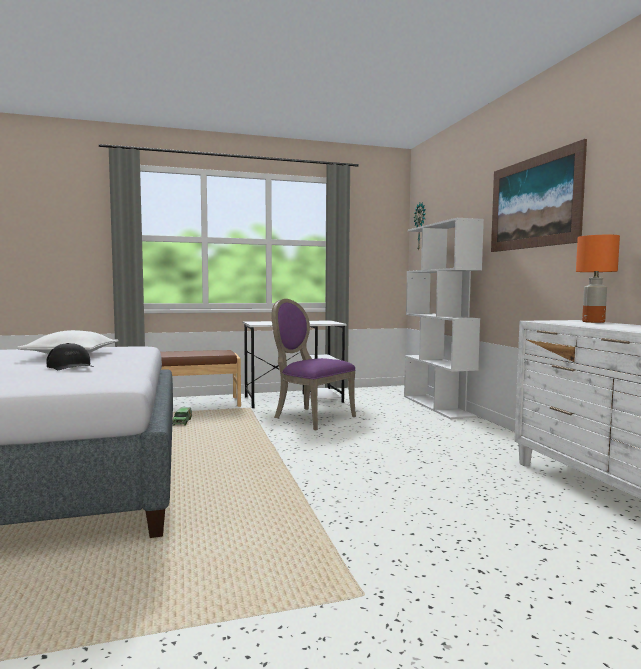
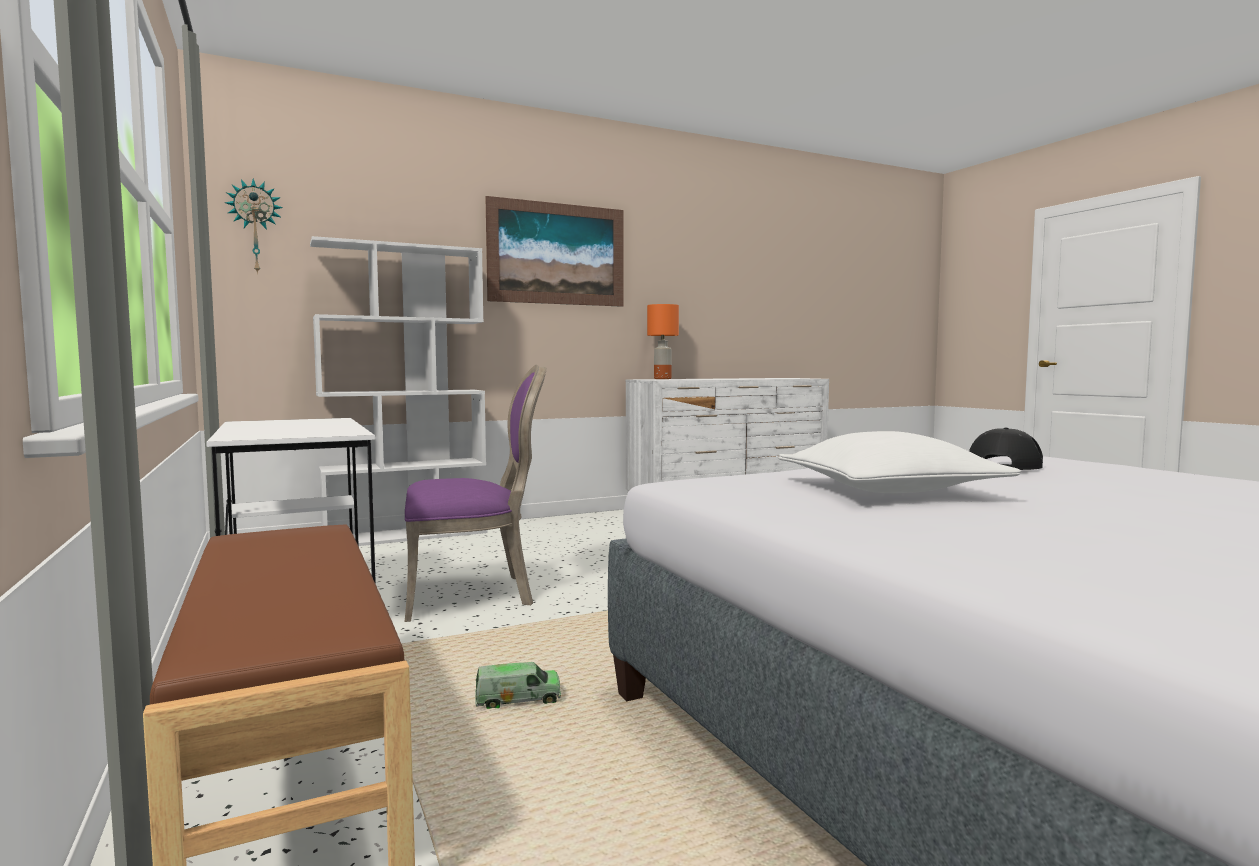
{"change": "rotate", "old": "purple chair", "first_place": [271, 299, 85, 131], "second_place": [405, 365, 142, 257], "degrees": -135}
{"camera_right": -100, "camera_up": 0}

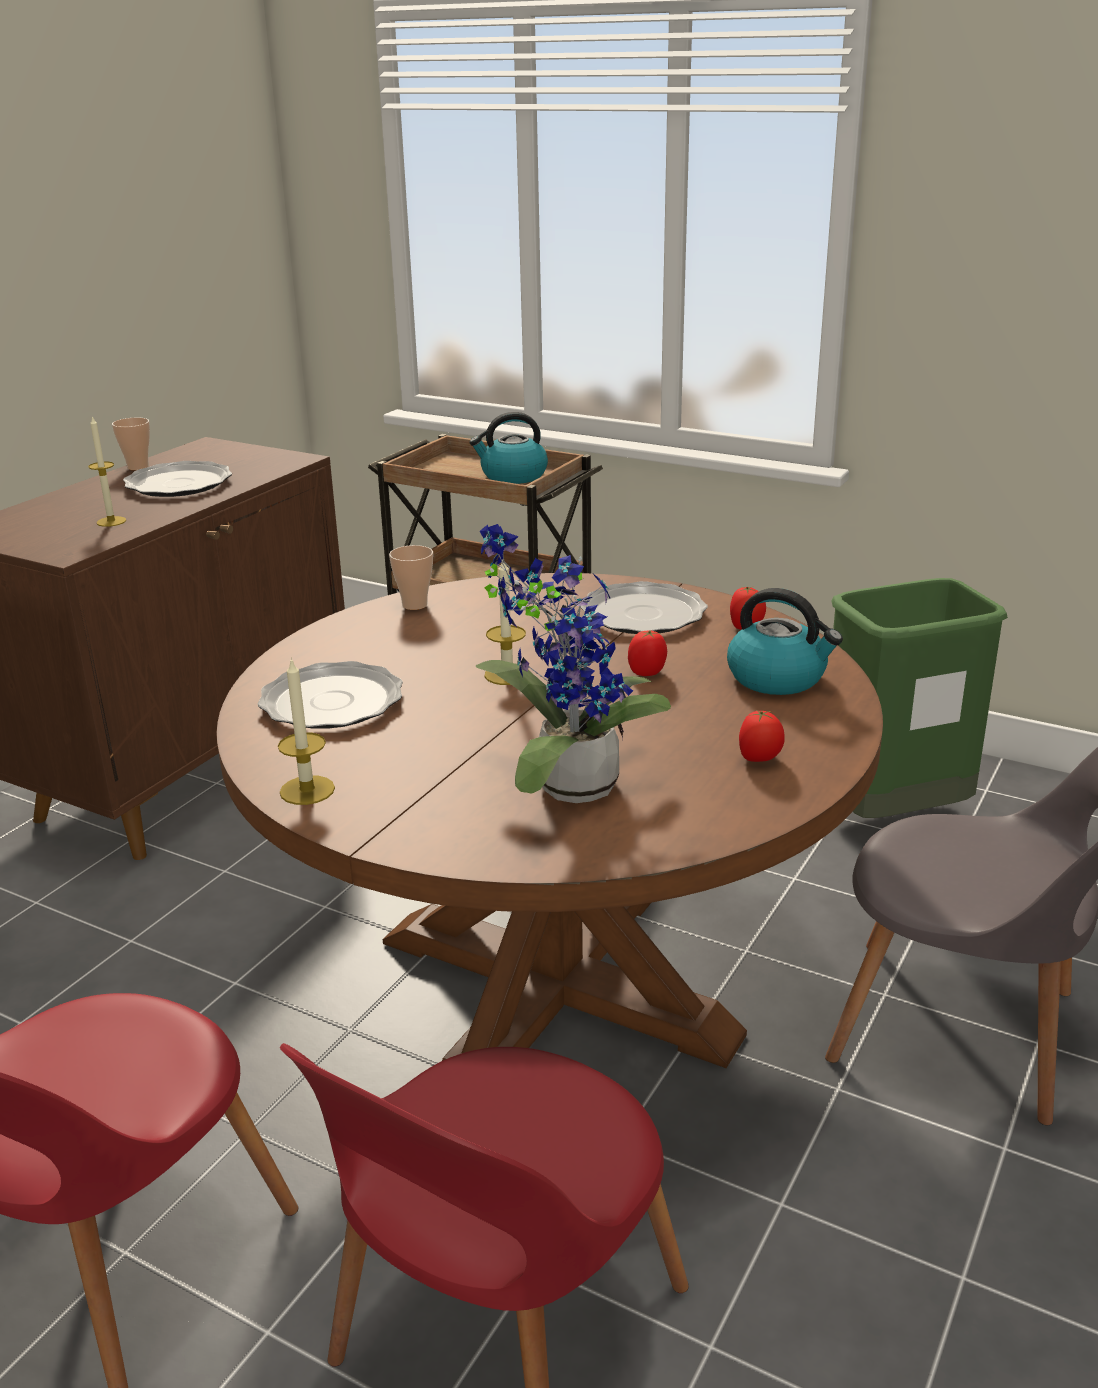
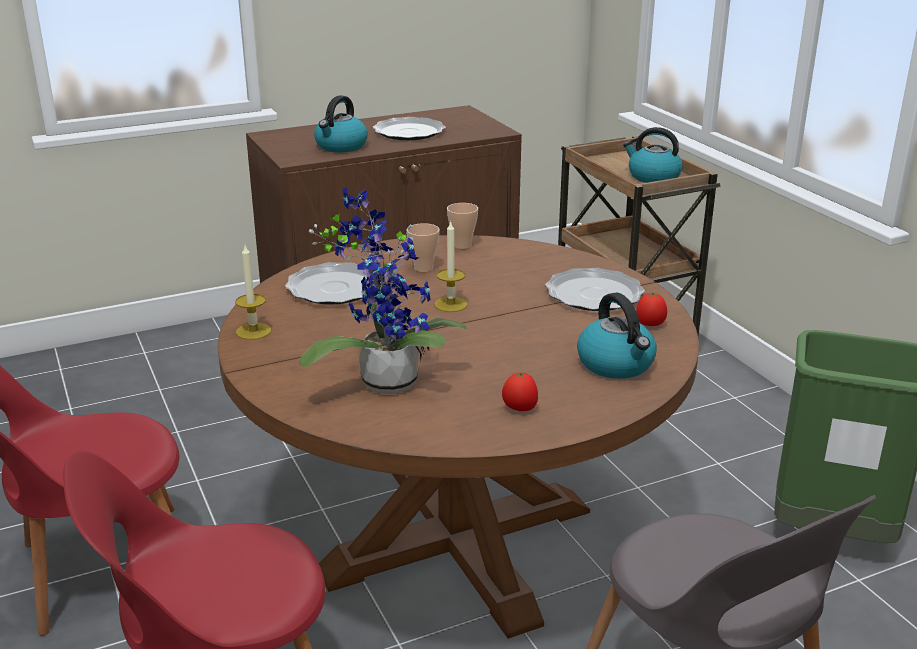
{"change": "replace", "old": "candle", "new": "kettle", "first_place": [88, 416, 38, 111], "second_place": [314, 95, 54, 58]}
{"change": "move", "old": "cup", "first_place": [112, 418, 38, 52], "second_place": [407, 223, 33, 49]}
{"change": "delete", "old": "tomato", "first_place": [628, 630, 39, 46]}
{"camera_right": 35, "camera_up": 0}

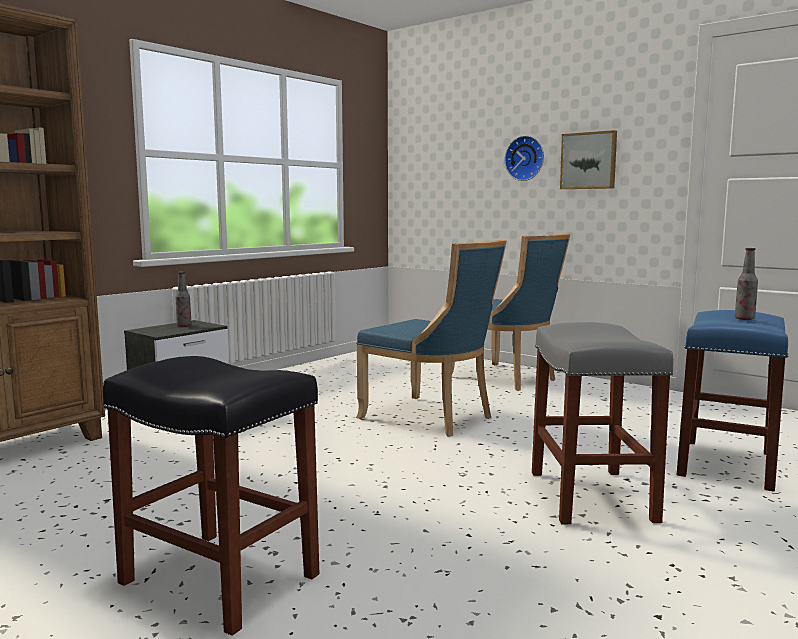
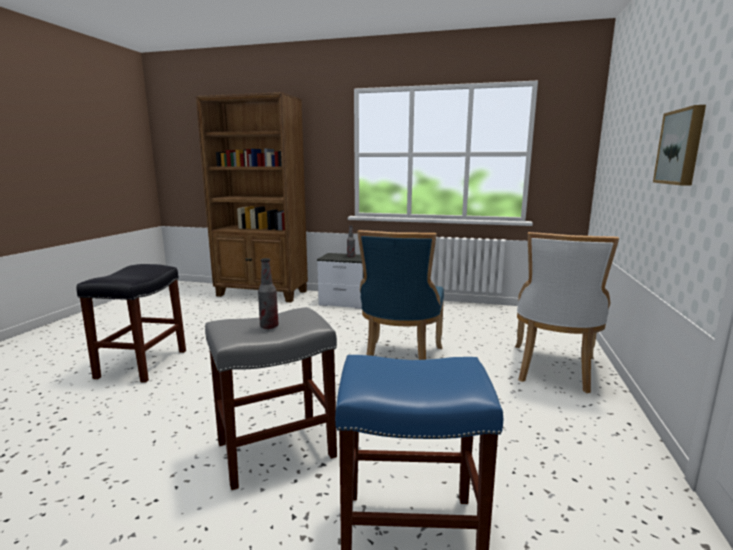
{"change": "recolor", "old": "blue chair", "new": "white chair", "first_place": [452, 234, 118, 157], "second_place": [515, 232, 104, 161]}
{"change": "delete", "old": "wall clock", "first_place": [505, 135, 39, 46]}
{"change": "move", "old": "bottle", "first_place": [735, 248, 23, 72], "second_place": [258, 258, 20, 71]}
{"camera_right": 65, "camera_up": 5}

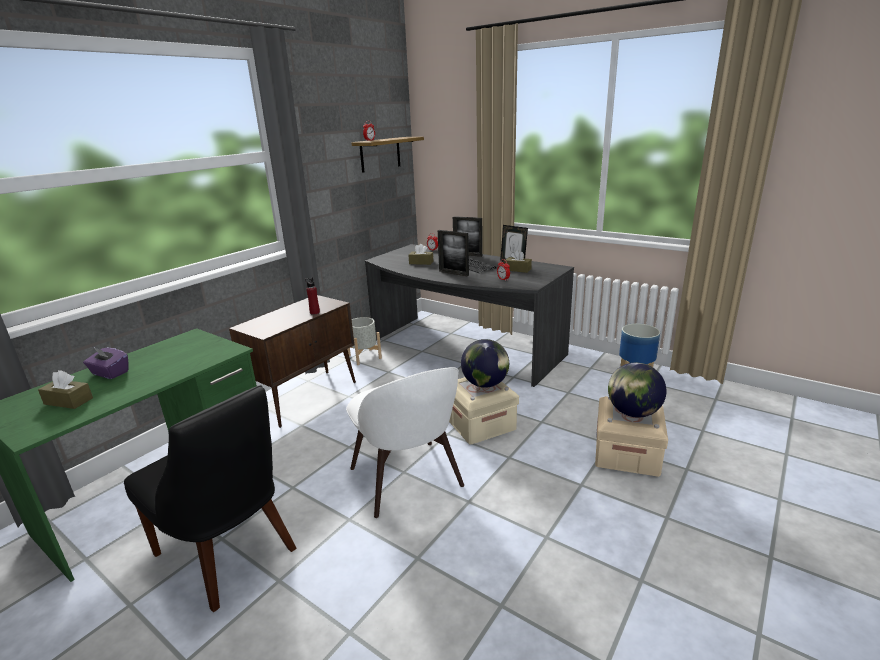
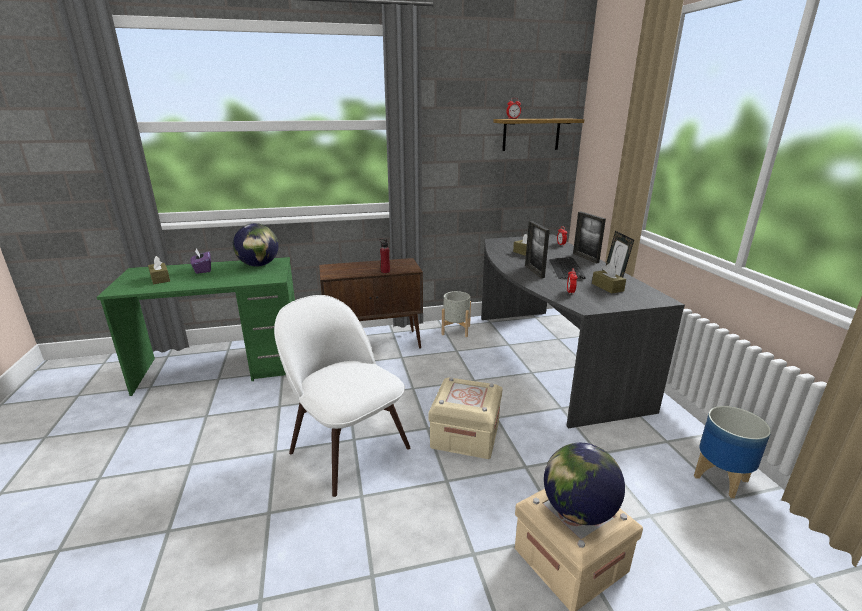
{"change": "delete", "old": "black chair", "first_place": [124, 385, 172, 227]}
{"change": "rotate", "old": "white chair", "first_place": [346, 367, 118, 151], "second_place": [274, 295, 137, 202], "degrees": 120}
{"change": "move", "old": "globe", "first_place": [461, 339, 48, 49], "second_place": [233, 223, 46, 43]}
{"camera_right": 40, "camera_up": 0}

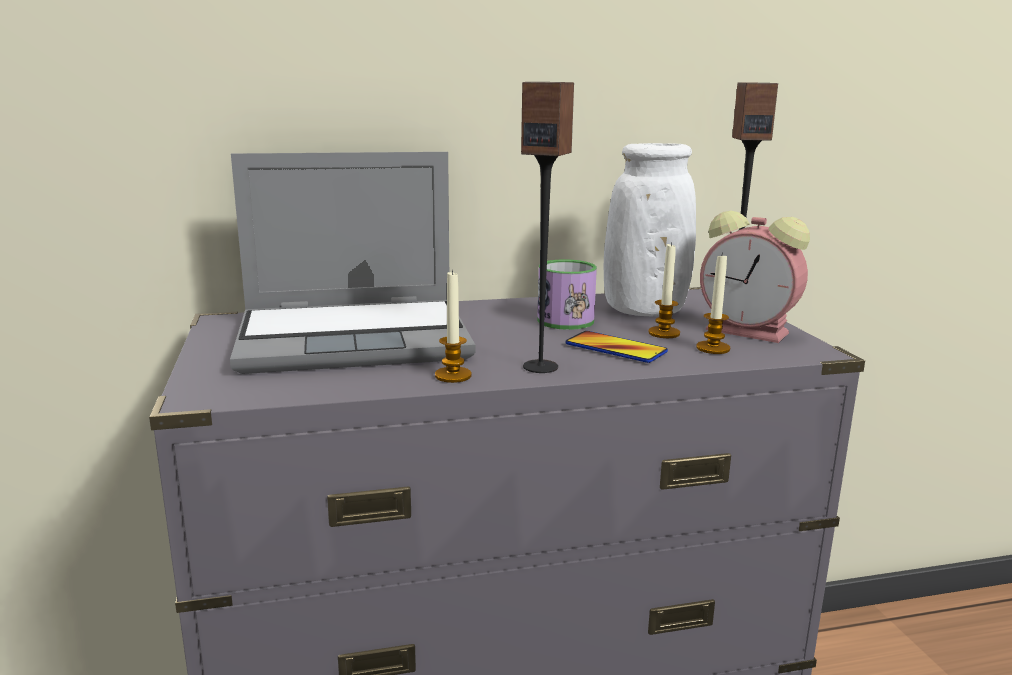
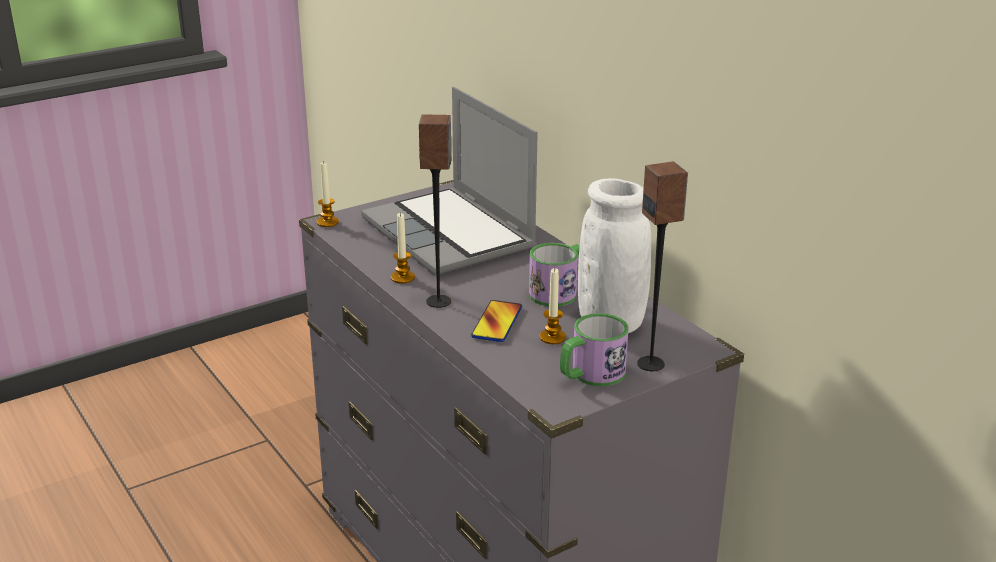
{"change": "move", "old": "candle", "first_place": [696, 252, 34, 102], "second_place": [317, 161, 22, 66]}
{"change": "replace", "old": "alarm clock", "new": "mug", "first_place": [700, 211, 110, 132], "second_place": [560, 313, 69, 73]}
{"camera_right": 70, "camera_up": 10}

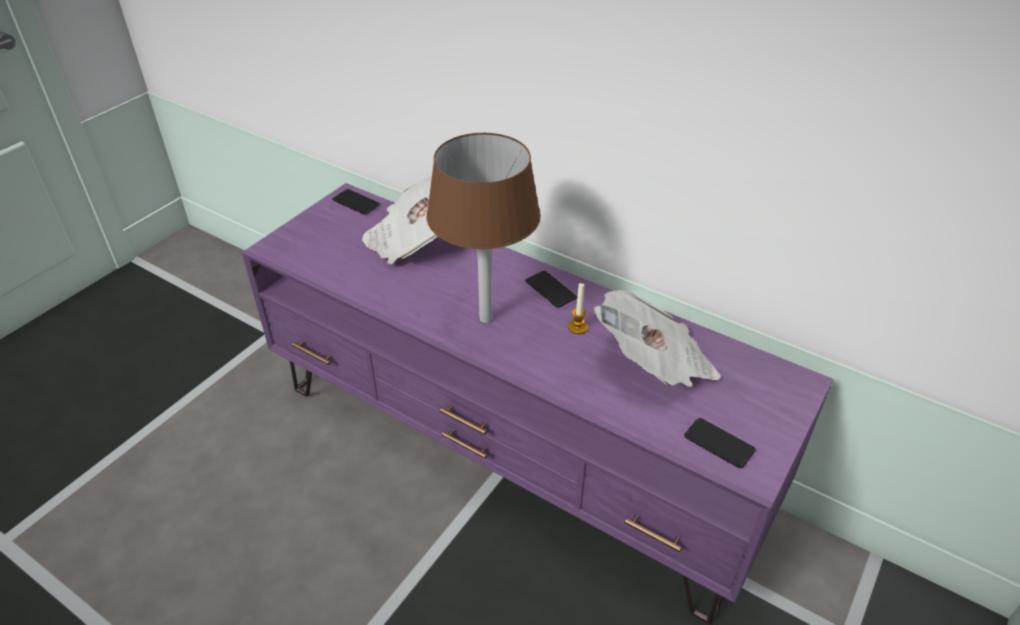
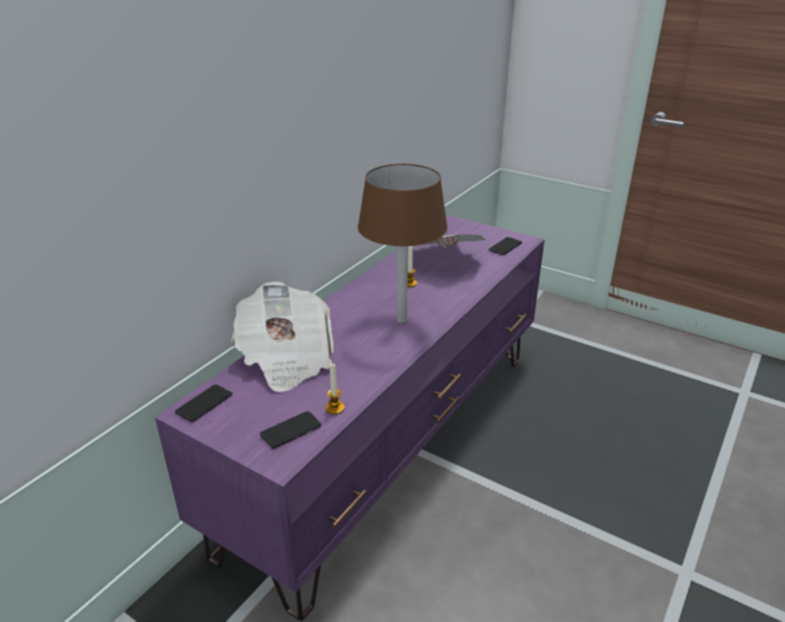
{"change": "move", "old": "phone", "first_place": [525, 271, 52, 37], "second_place": [260, 411, 61, 38]}
{"change": "insert", "new": "candle", "second_place": [326, 363, 19, 51]}
{"camera_right": -90, "camera_up": -10}

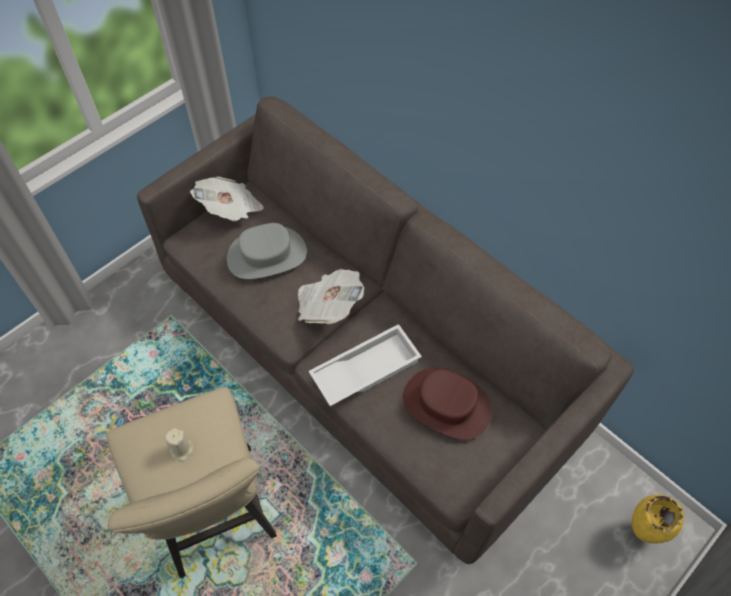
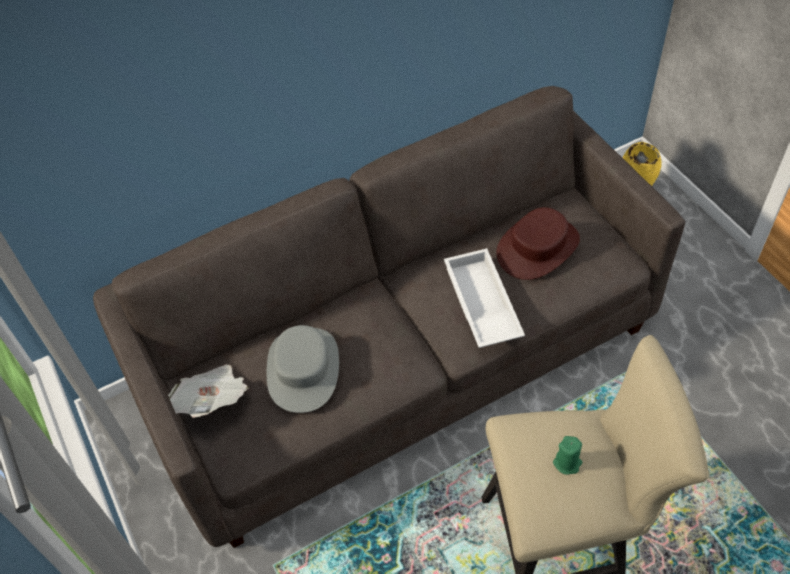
{"change": "recolor", "old": "beige candle", "new": "green candle", "first_place": [165, 428, 28, 34], "second_place": [553, 436, 29, 39]}
{"change": "delete", "old": "newspaper", "first_place": [298, 269, 66, 55]}
{"camera_right": -70, "camera_up": -5}

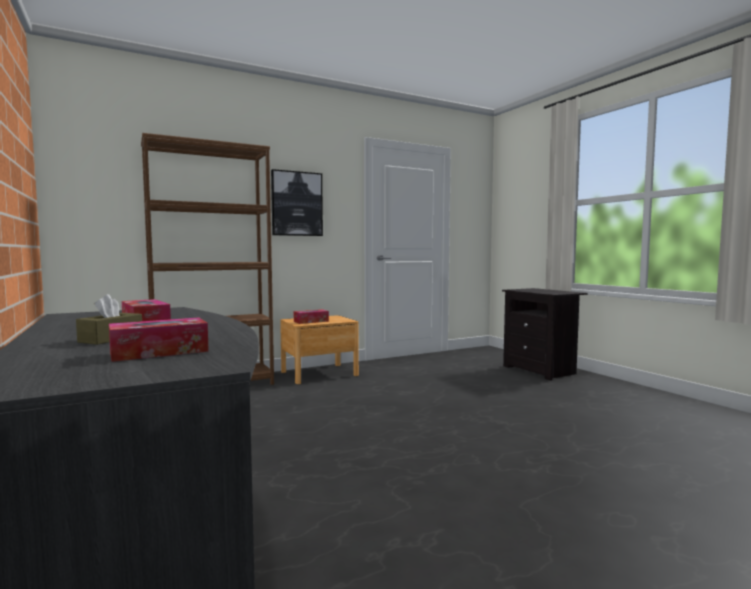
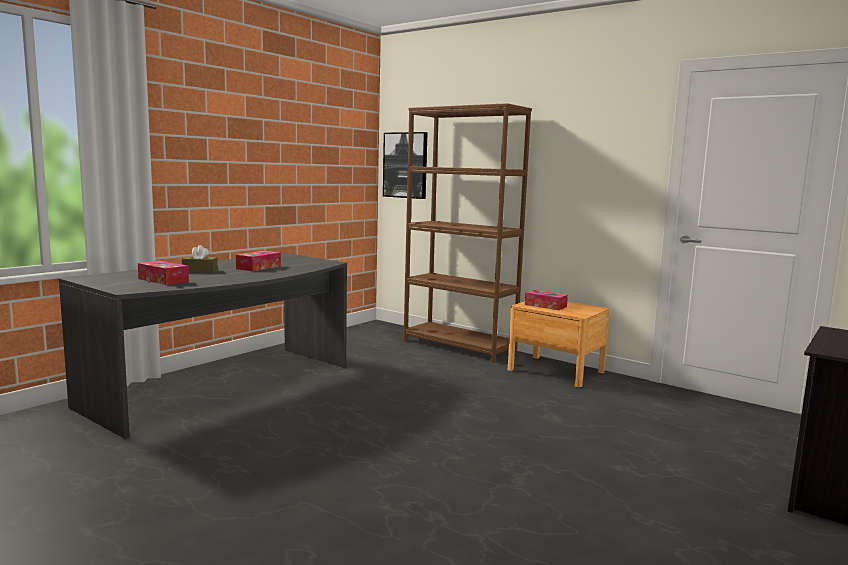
{"change": "move", "old": "picture", "first_place": [271, 169, 52, 67], "second_place": [383, 132, 45, 67]}
{"camera_right": 65, "camera_up": 5}

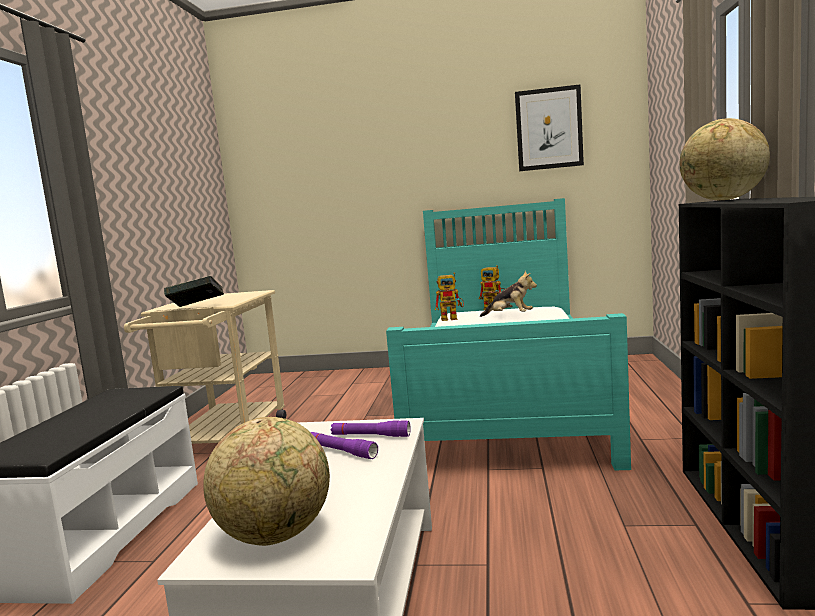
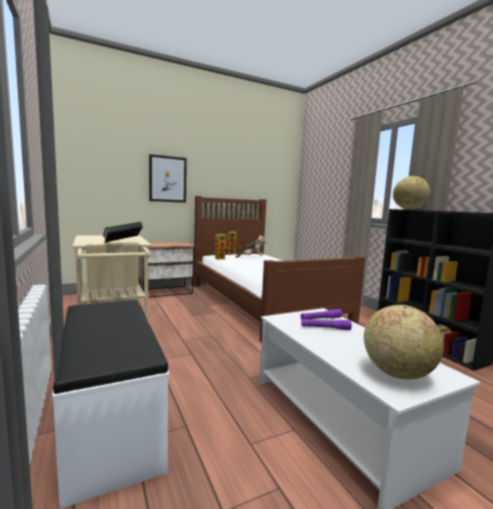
{"change": "recolor", "old": "turquoise bed", "new": "brown bed", "first_place": [386, 198, 245, 272], "second_place": [194, 196, 171, 146]}
{"change": "move", "old": "picture", "first_place": [515, 84, 69, 87], "second_place": [149, 154, 38, 49]}
{"change": "insert", "new": "nightstand", "second_place": [138, 241, 57, 57]}
{"camera_right": -35, "camera_up": 0}

